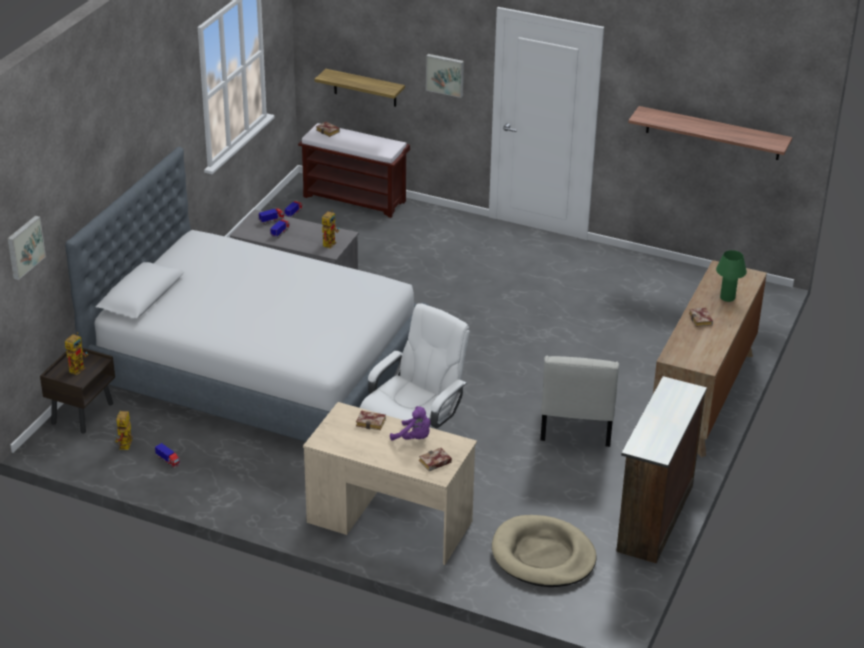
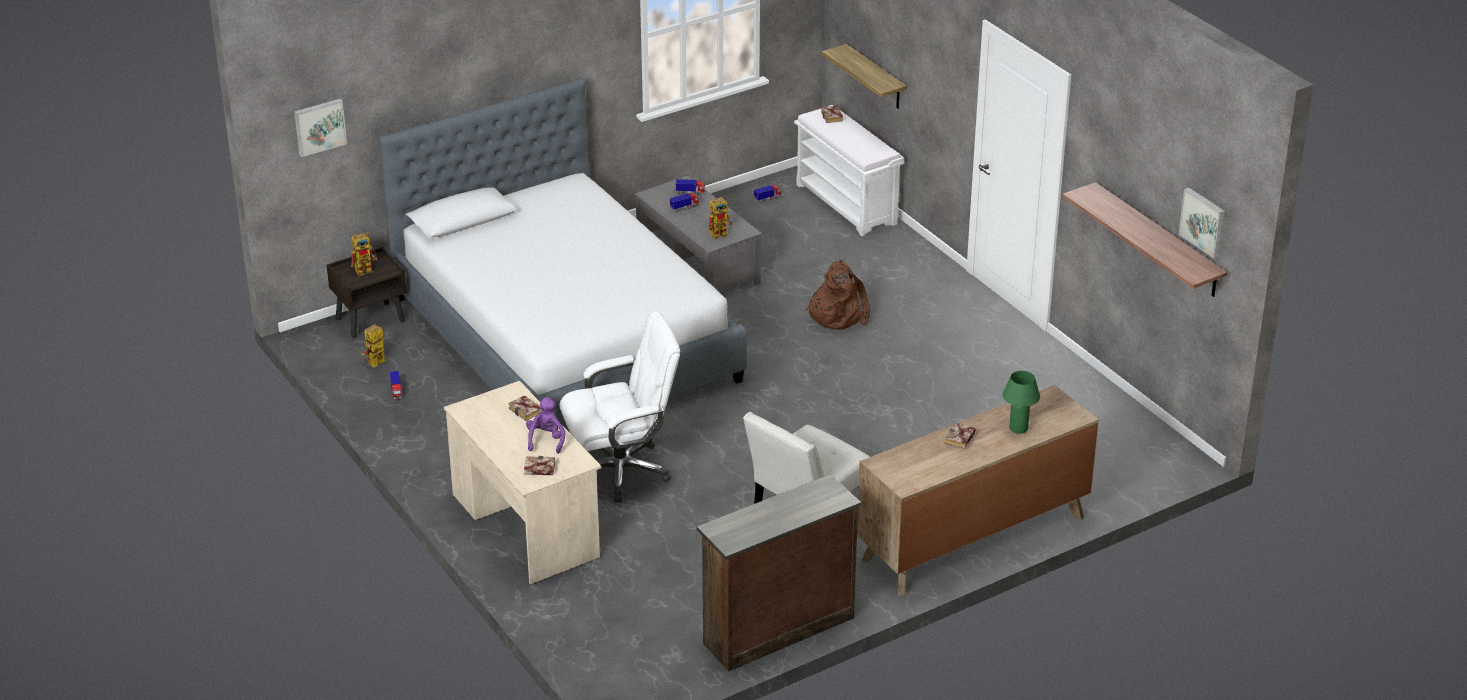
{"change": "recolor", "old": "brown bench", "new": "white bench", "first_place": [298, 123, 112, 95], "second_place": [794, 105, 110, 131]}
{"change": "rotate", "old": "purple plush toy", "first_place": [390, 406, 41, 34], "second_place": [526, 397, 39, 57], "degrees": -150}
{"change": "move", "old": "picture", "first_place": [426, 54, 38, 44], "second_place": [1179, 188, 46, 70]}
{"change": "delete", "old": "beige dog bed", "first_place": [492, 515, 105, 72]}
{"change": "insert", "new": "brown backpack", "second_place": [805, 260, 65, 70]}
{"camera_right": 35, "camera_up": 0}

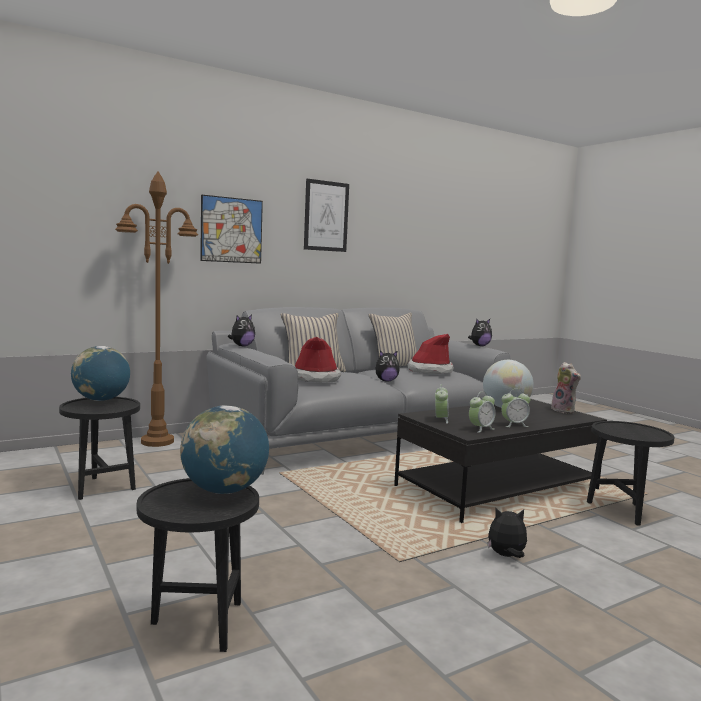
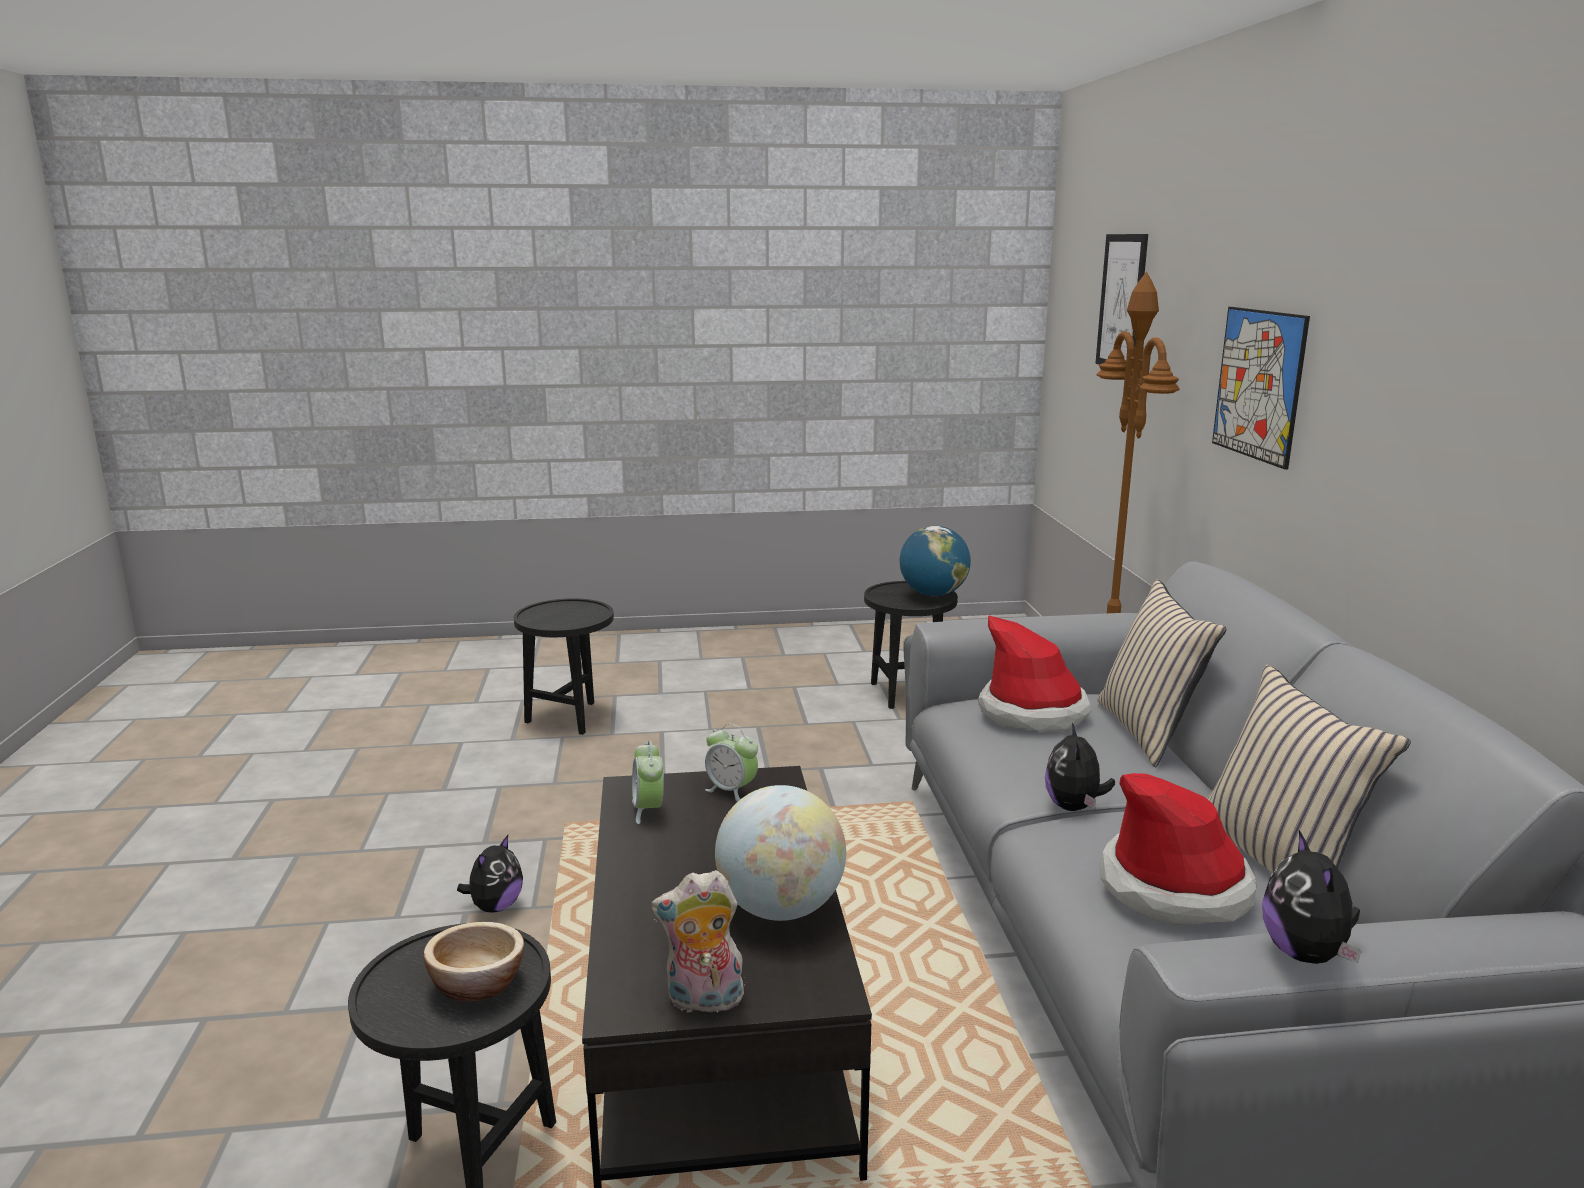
{"change": "delete", "old": "globe", "first_place": [180, 406, 89, 88]}
{"change": "delete", "old": "plush toy", "first_place": [228, 315, 27, 31]}
{"change": "move", "old": "picture", "first_place": [304, 179, 45, 73], "second_place": [1095, 234, 53, 130]}
{"change": "delete", "old": "alarm clock", "first_place": [501, 389, 30, 38]}
{"change": "insert", "new": "bowl", "second_place": [424, 922, 100, 80]}
{"camera_right": 115, "camera_up": 10}

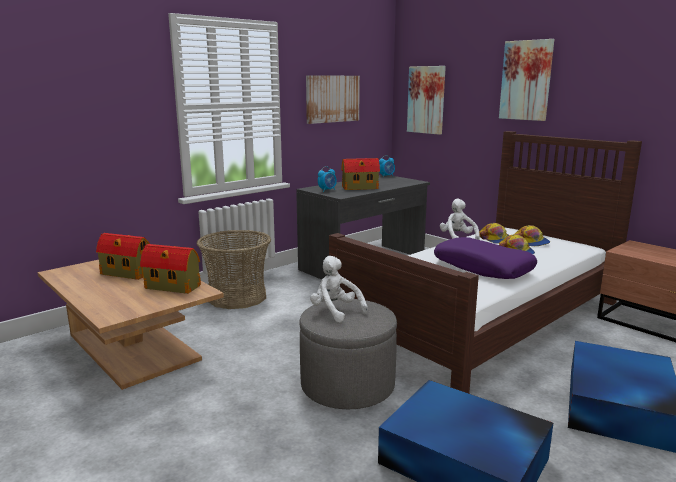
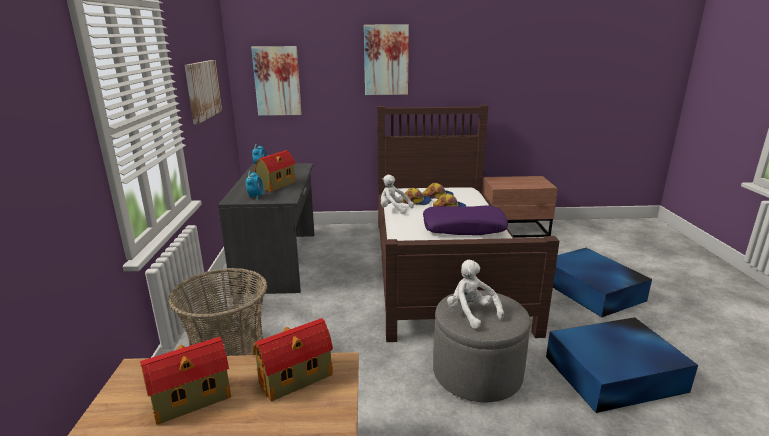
{"change": "rotate", "old": "white plush toy", "first_place": [310, 256, 58, 67], "second_place": [447, 260, 57, 69], "degrees": 60}
{"camera_right": -50, "camera_up": 5}

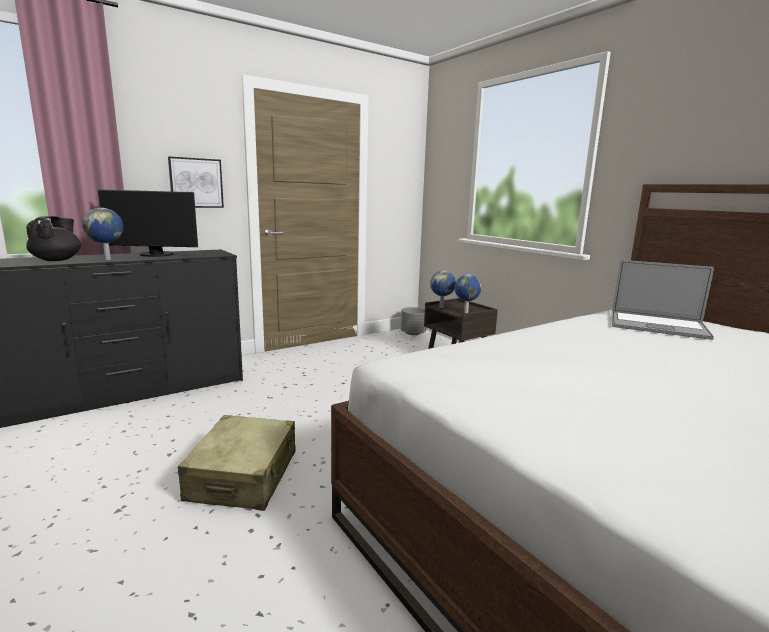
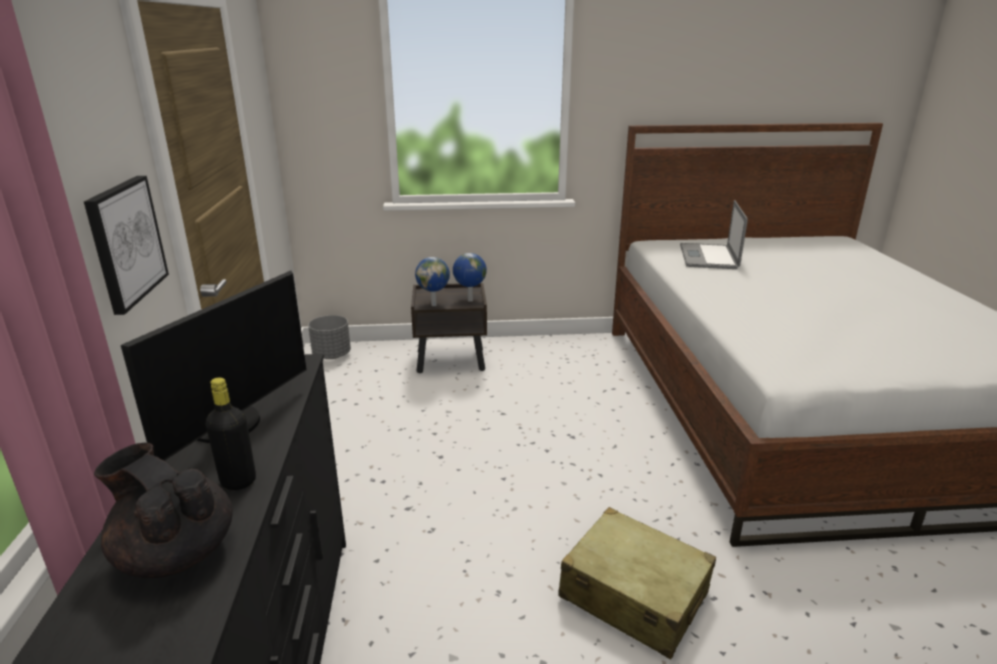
{"change": "replace", "old": "globe", "new": "black bottle", "first_place": [83, 208, 40, 52], "second_place": [206, 378, 50, 112]}
{"change": "rotate", "old": "laptop", "first_place": [612, 260, 102, 80], "second_place": [680, 200, 68, 69], "degrees": 135}
{"camera_right": -60, "camera_up": 10}

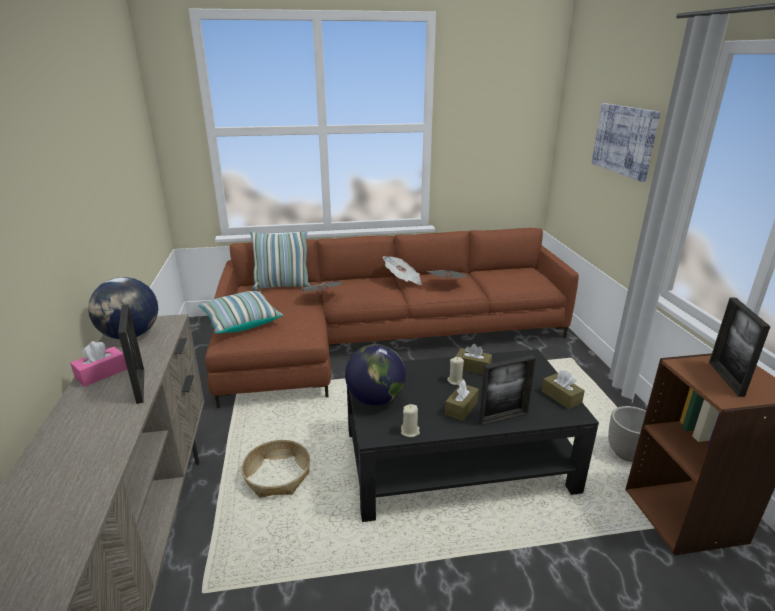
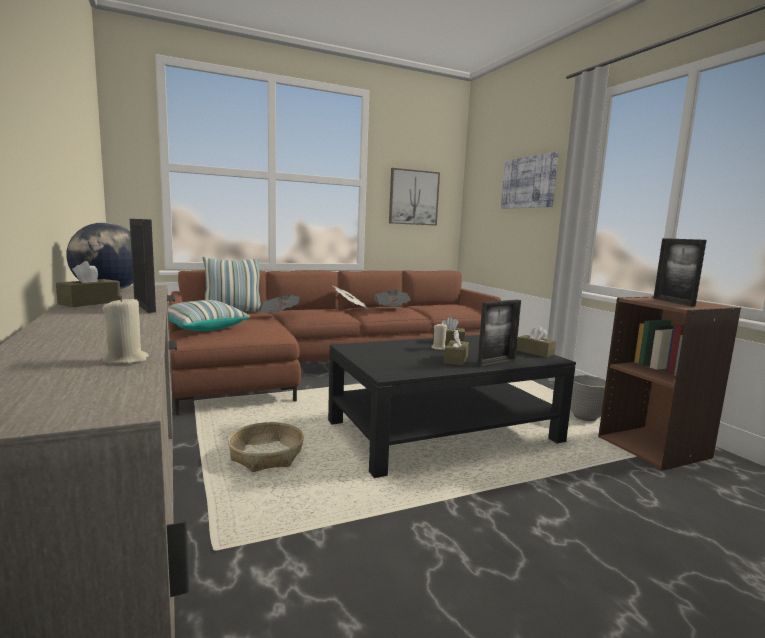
{"change": "recolor", "old": "pink tissue box", "new": "brown tissue box", "first_place": [70, 341, 57, 46], "second_place": [56, 261, 65, 46]}
{"change": "delete", "old": "globe", "first_place": [345, 344, 61, 62]}
{"change": "move", "old": "beige candle", "first_place": [401, 404, 19, 33], "second_place": [102, 296, 47, 69]}
{"change": "insert", "new": "picture", "second_place": [389, 168, 51, 58]}
{"camera_right": -15, "camera_up": -15}

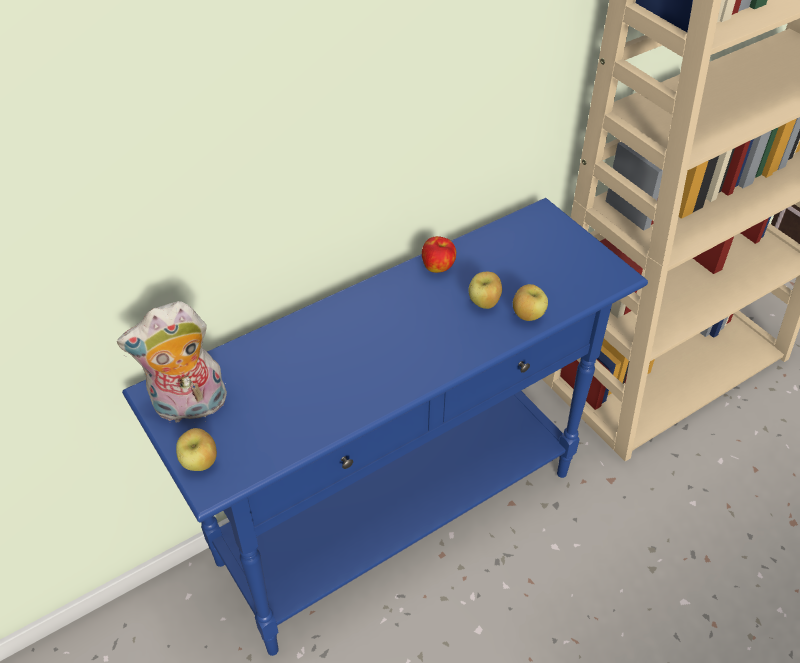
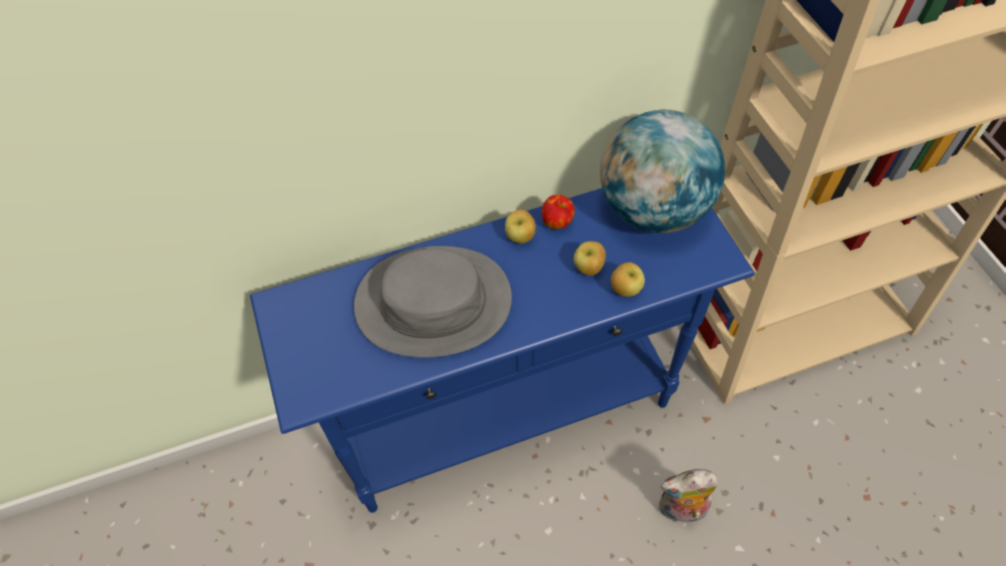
{"change": "move", "old": "plush toy", "first_place": [117, 301, 111, 122], "second_place": [659, 469, 60, 53]}
{"change": "move", "old": "apple", "first_place": [176, 428, 41, 43], "second_place": [505, 209, 31, 34]}
{"change": "insert", "new": "grey hat", "second_place": [354, 246, 158, 111]}
{"change": "insert", "new": "globe", "second_place": [600, 110, 125, 123]}
{"camera_right": 15, "camera_up": 10}

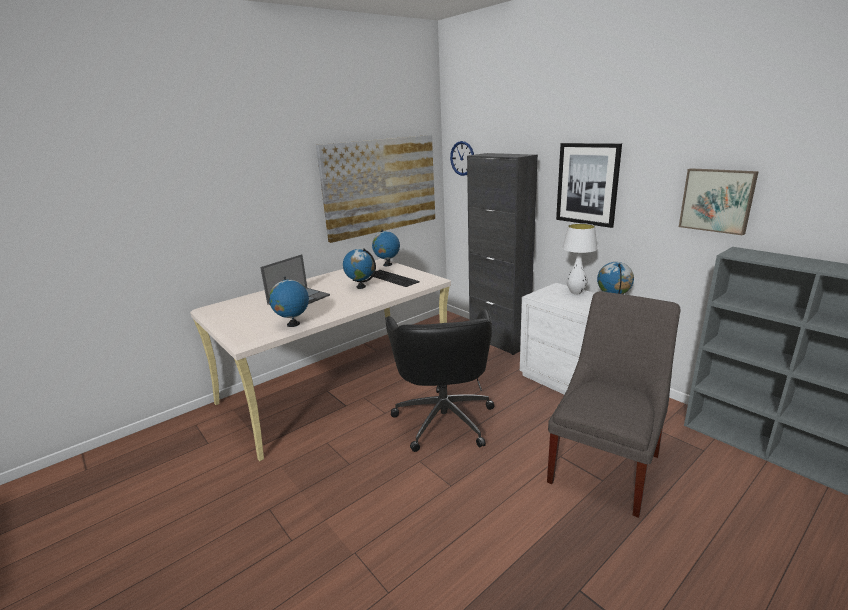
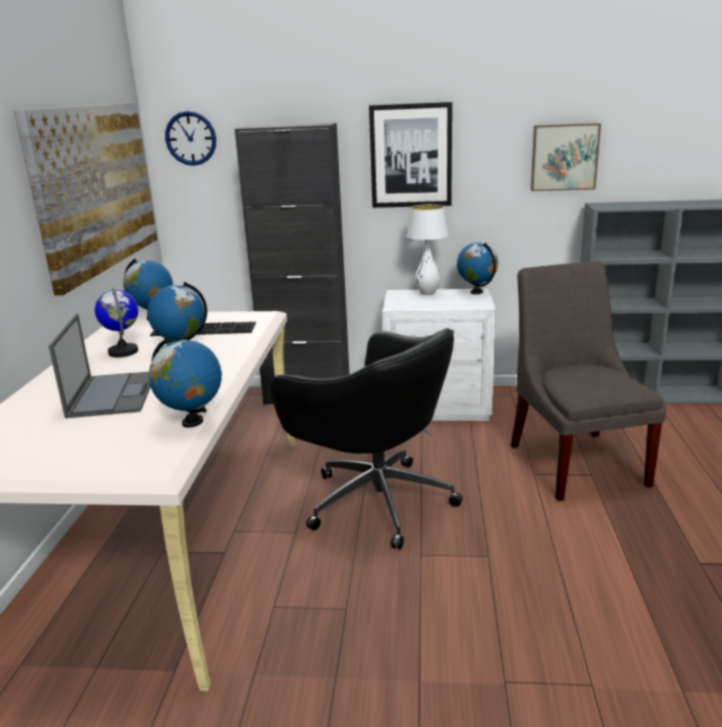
{"change": "insert", "new": "globe", "second_place": [95, 288, 43, 69]}
{"camera_right": -45, "camera_up": 0}

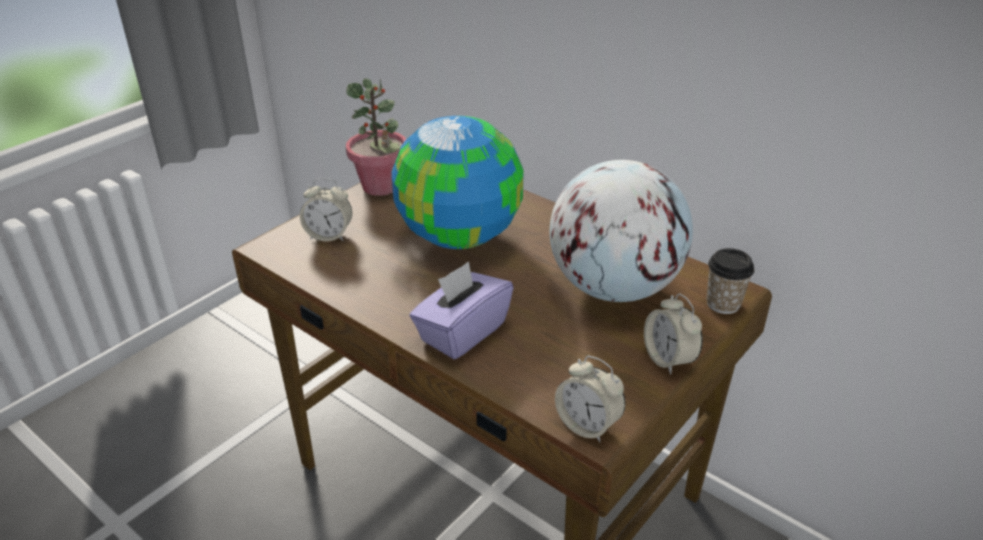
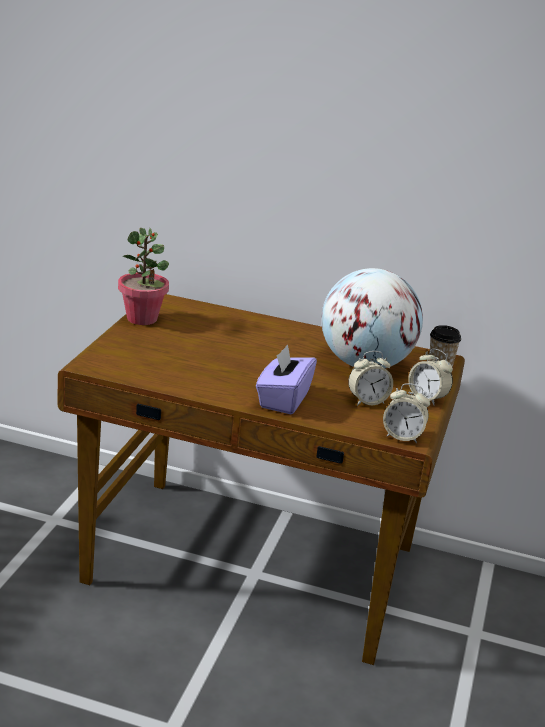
{"change": "move", "old": "alarm clock", "first_place": [300, 178, 52, 63], "second_place": [348, 351, 45, 55]}
{"change": "delete", "old": "globe", "first_place": [392, 116, 132, 133]}
{"camera_right": -25, "camera_up": -10}

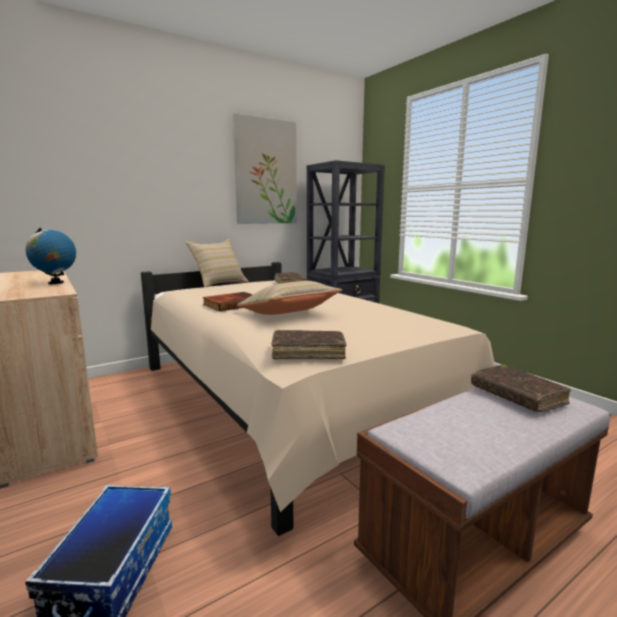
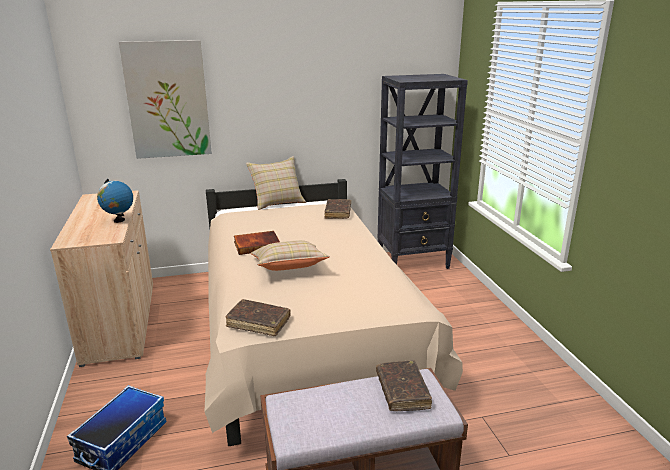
{"change": "move", "old": "picture", "first_place": [233, 114, 64, 110], "second_place": [119, 40, 93, 119]}
{"camera_right": 20, "camera_up": 10}

